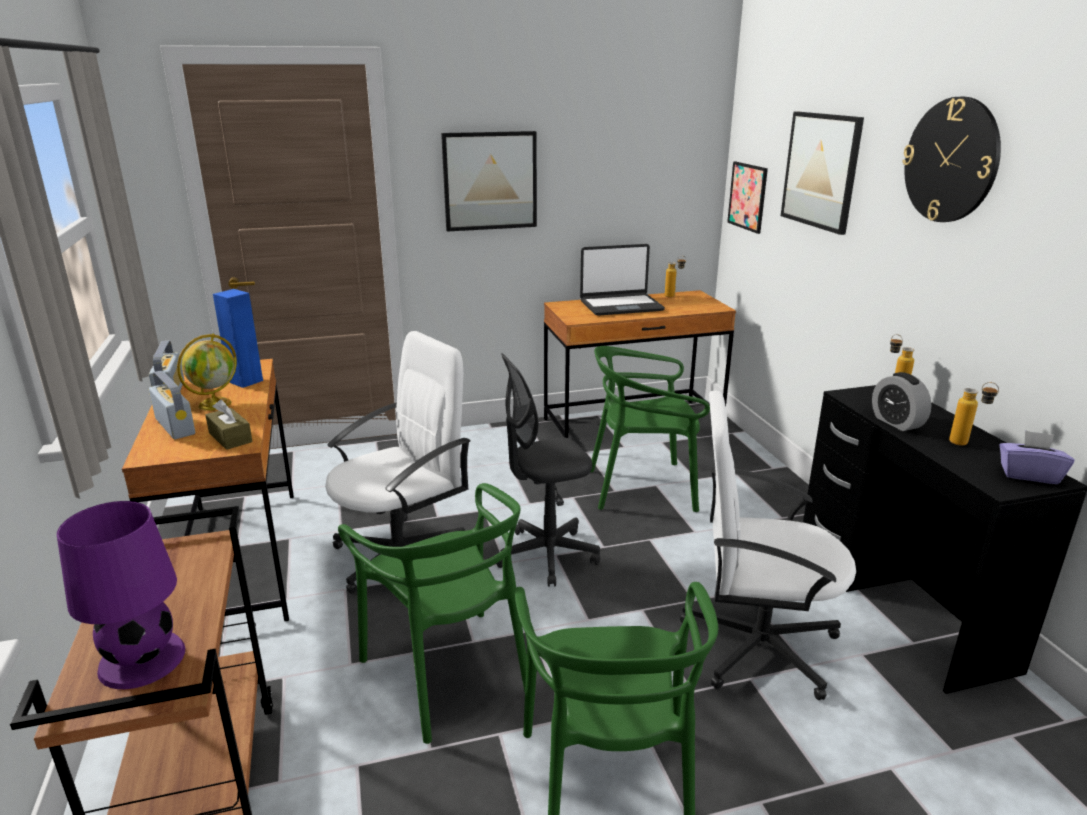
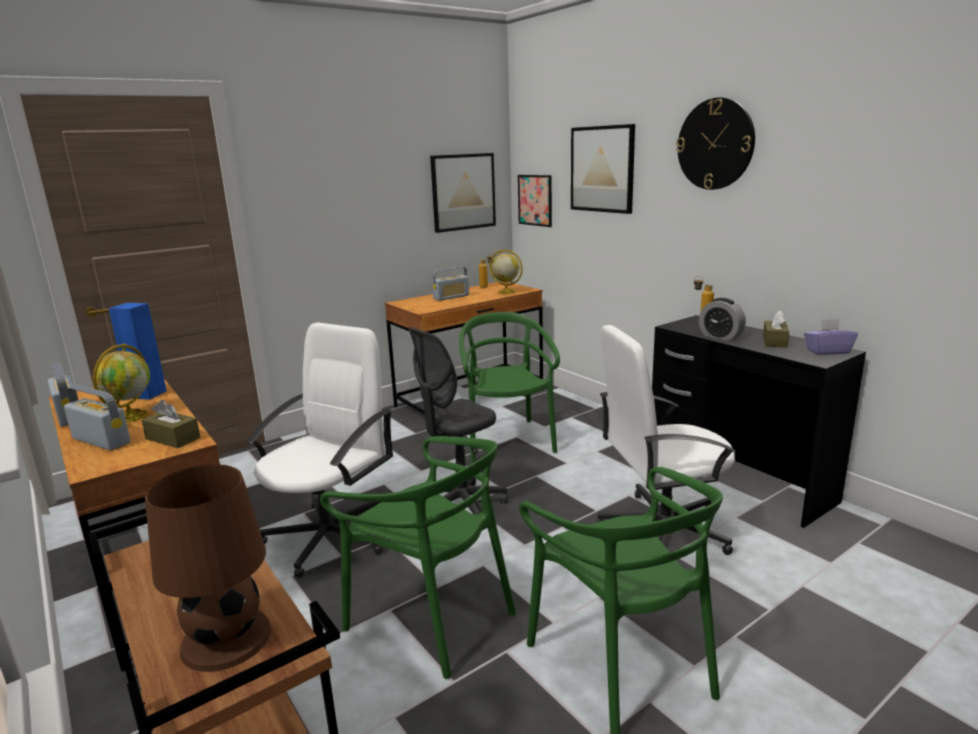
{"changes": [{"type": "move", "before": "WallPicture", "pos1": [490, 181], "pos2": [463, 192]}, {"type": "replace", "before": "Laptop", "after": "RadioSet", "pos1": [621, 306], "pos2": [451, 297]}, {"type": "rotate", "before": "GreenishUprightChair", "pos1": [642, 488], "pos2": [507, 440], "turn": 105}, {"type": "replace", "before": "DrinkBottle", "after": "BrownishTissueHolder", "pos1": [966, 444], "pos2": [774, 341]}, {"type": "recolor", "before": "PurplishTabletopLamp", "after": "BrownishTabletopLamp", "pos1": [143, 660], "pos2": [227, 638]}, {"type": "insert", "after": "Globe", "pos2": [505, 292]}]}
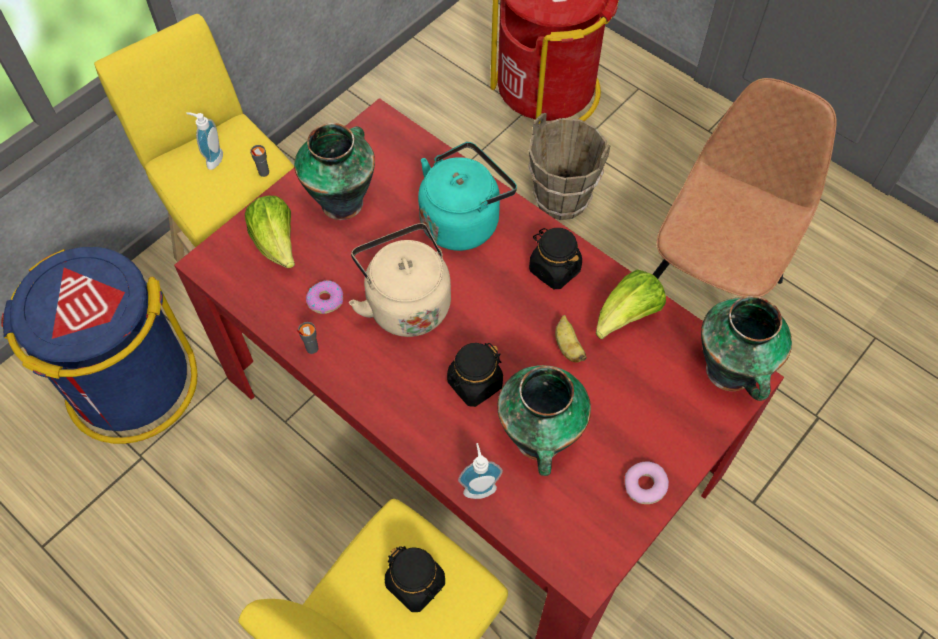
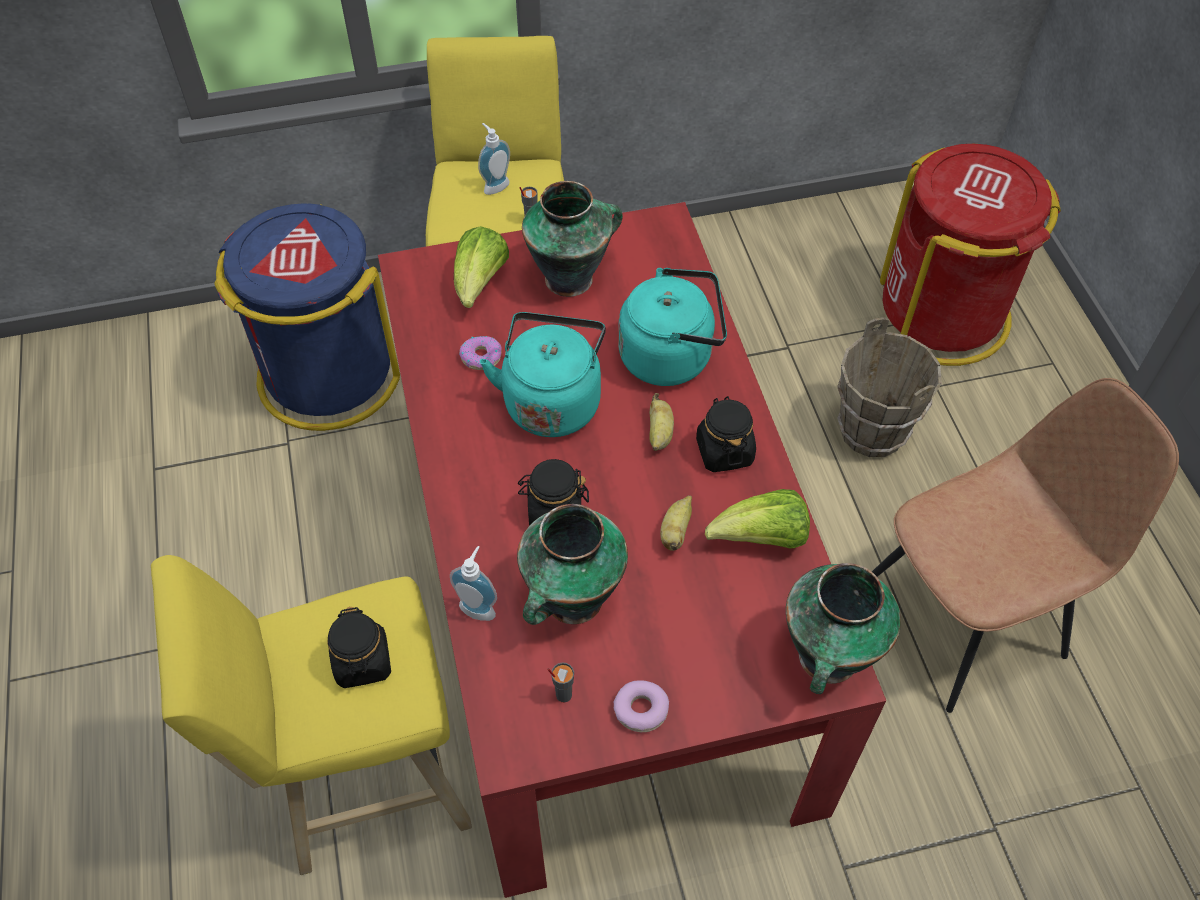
{"changes": [{"type": "recolor", "before": "BeigeColouredWaterKettle", "after": "TurquoiseWaterKettle", "pos1": [405, 302], "pos2": [552, 400]}, {"type": "move", "before": "GreyishCup", "pos1": [311, 348], "pos2": [563, 694]}, {"type": "insert", "after": "BananaFruit", "pos2": [659, 434]}]}
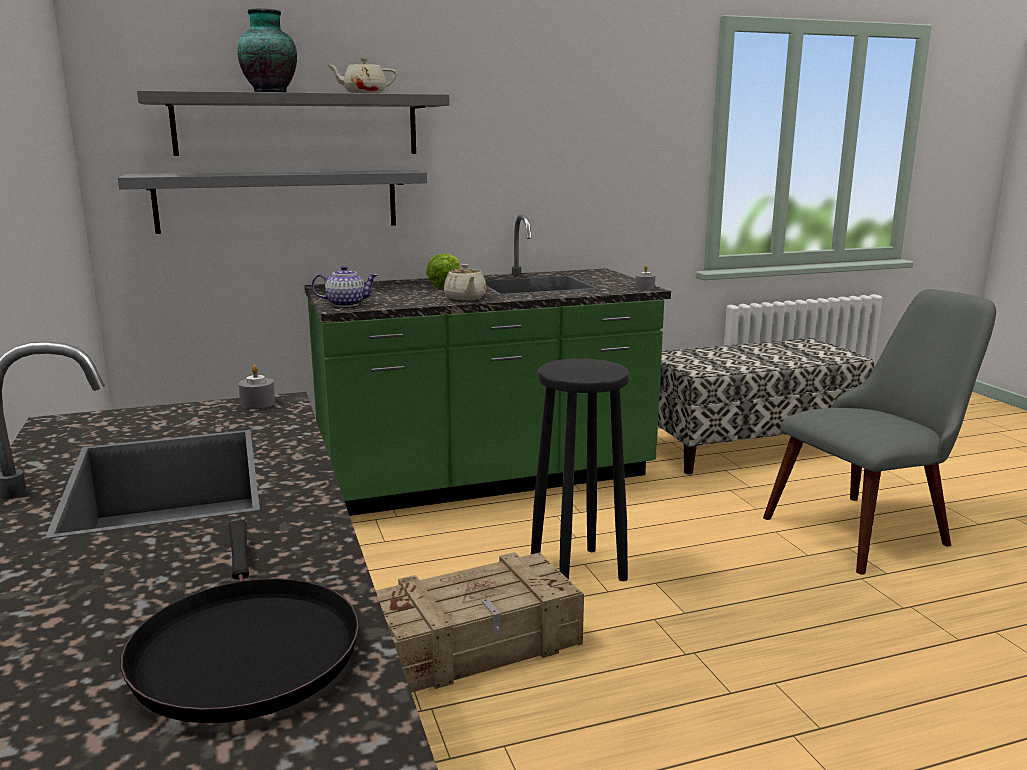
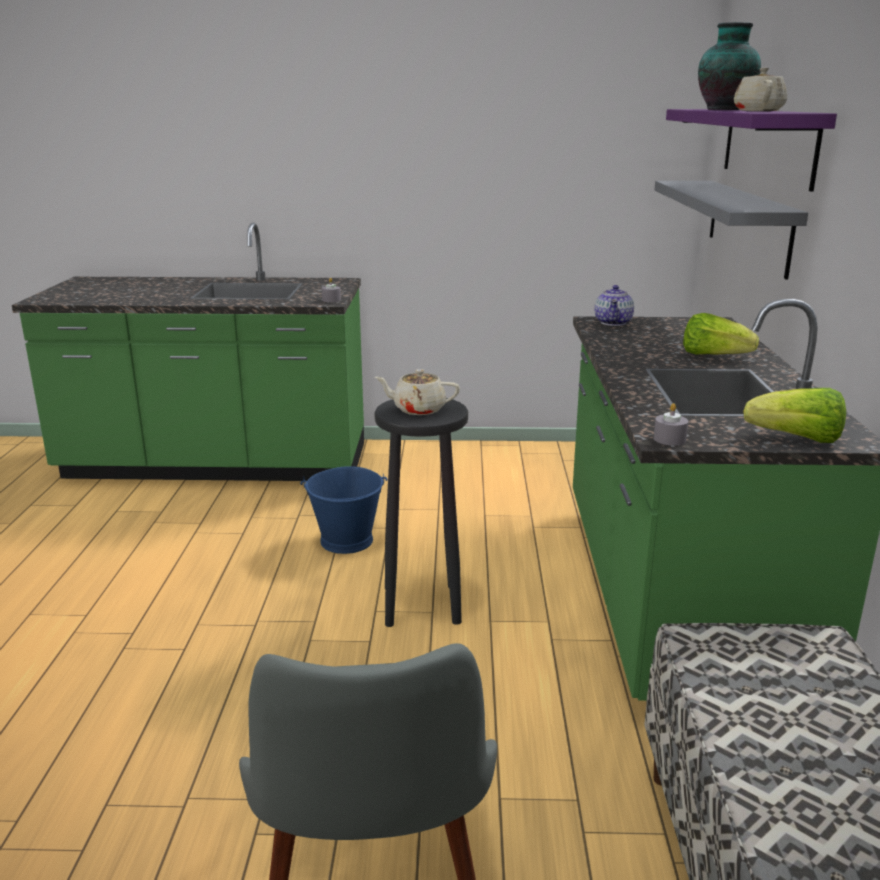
{"changes": [{"type": "recolor", "before": "GreyishWallShelf", "after": "PurplishWallShelf", "pos1": [297, 125], "pos2": [768, 145]}, {"type": "move", "before": "BeigeColouredTeapot", "pos1": [465, 298], "pos2": [418, 409]}, {"type": "delete", "before": "BlackColouredSkillet", "pos1": [244, 649]}, {"type": "replace", "before": "Crate", "after": "BluishWaterBucket", "pos1": [477, 645], "pos2": [347, 541]}, {"type": "insert", "after": "LettuceHead", "pos2": [796, 439]}]}
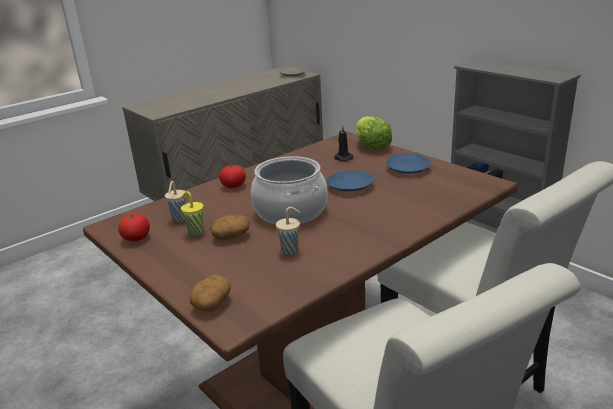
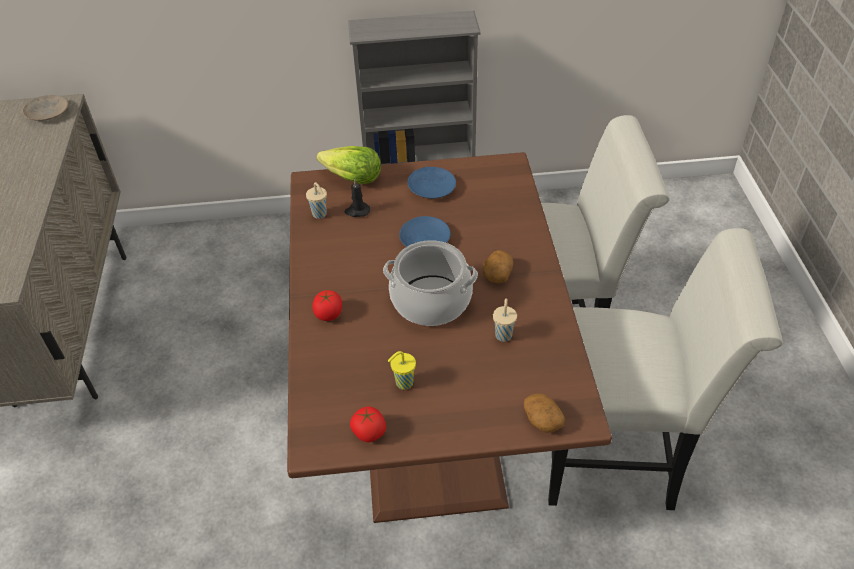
{"changes": [{"type": "move", "before": "BeigeColouredCup", "pos1": [179, 219], "pos2": [320, 214]}, {"type": "move", "before": "WholePotato", "pos1": [231, 236], "pos2": [497, 274]}]}
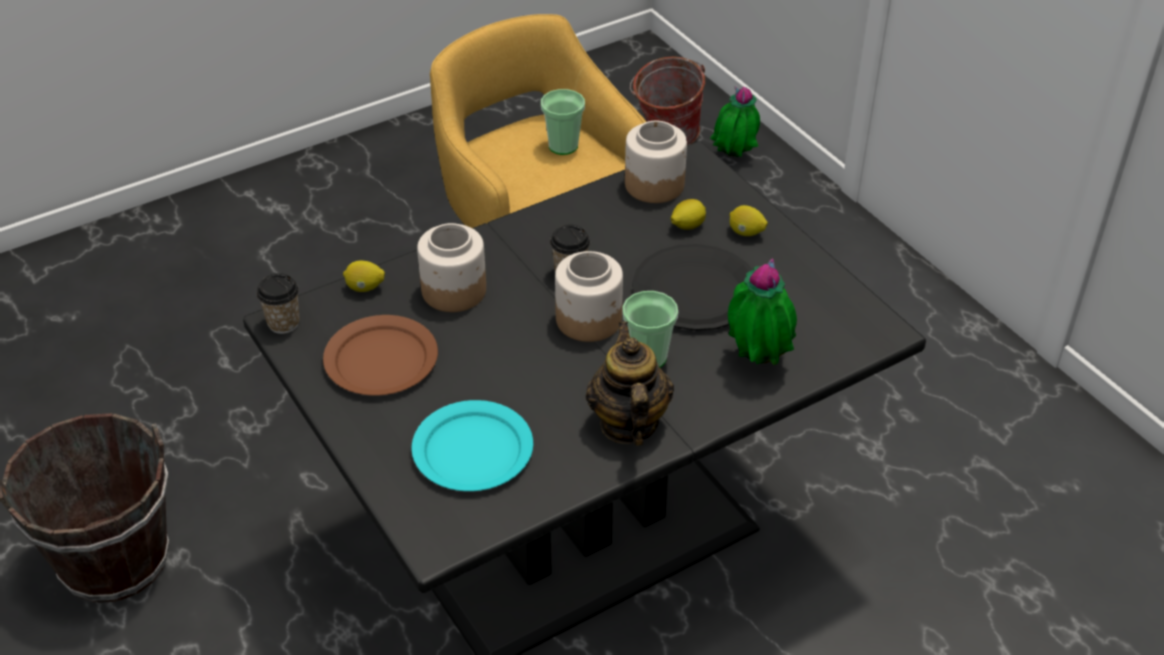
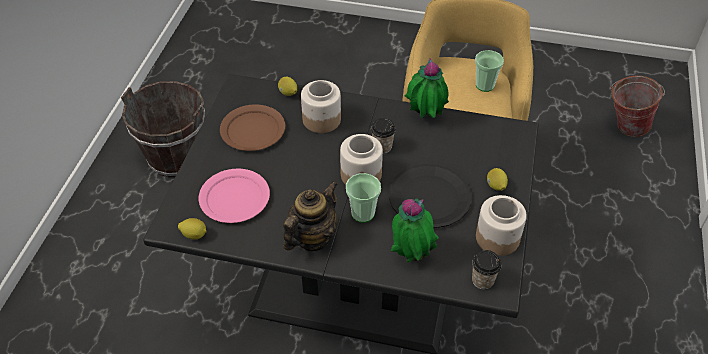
{"changes": [{"type": "move", "before": "PottedPlant", "pos1": [733, 158], "pos2": [424, 117]}, {"type": "move", "before": "StorageJar", "pos1": [654, 184], "pos2": [497, 238]}, {"type": "move", "before": "Lemon", "pos1": [687, 226], "pos2": [194, 235]}, {"type": "move", "before": "Cup", "pos1": [283, 323], "pos2": [482, 280]}, {"type": "recolor", "before": "TurquoiseDinnerPlate", "after": "PinkDinnerPlate", "pos1": [472, 449], "pos2": [234, 197]}]}
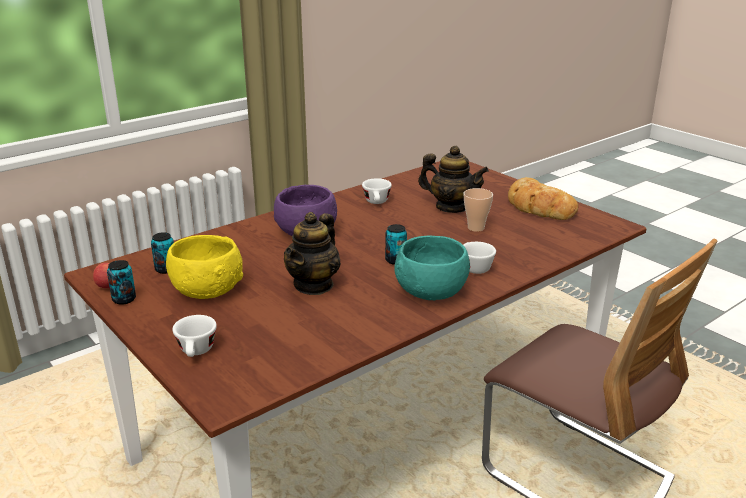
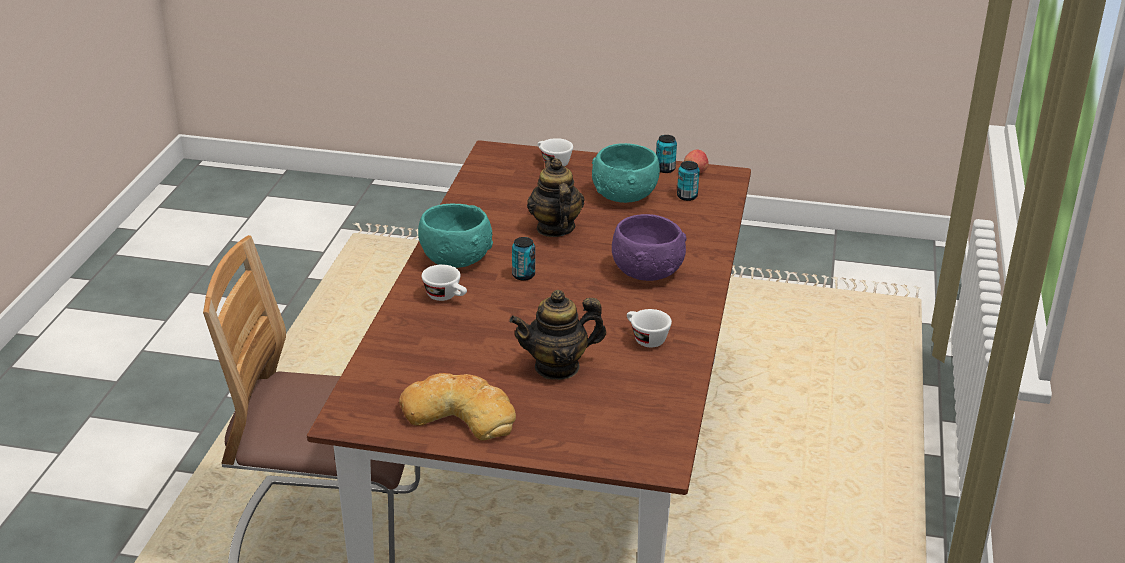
{"changes": [{"type": "delete", "before": "Cup", "pos1": [476, 228]}, {"type": "recolor", "before": "YellowColouredDeepDish", "after": "TurquoiseDeepDish", "pos1": [207, 289], "pos2": [625, 196]}]}
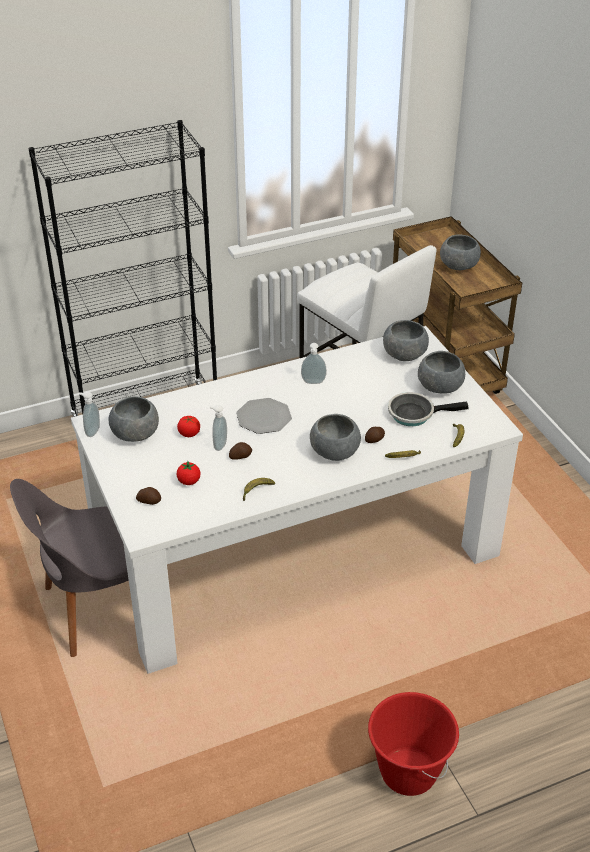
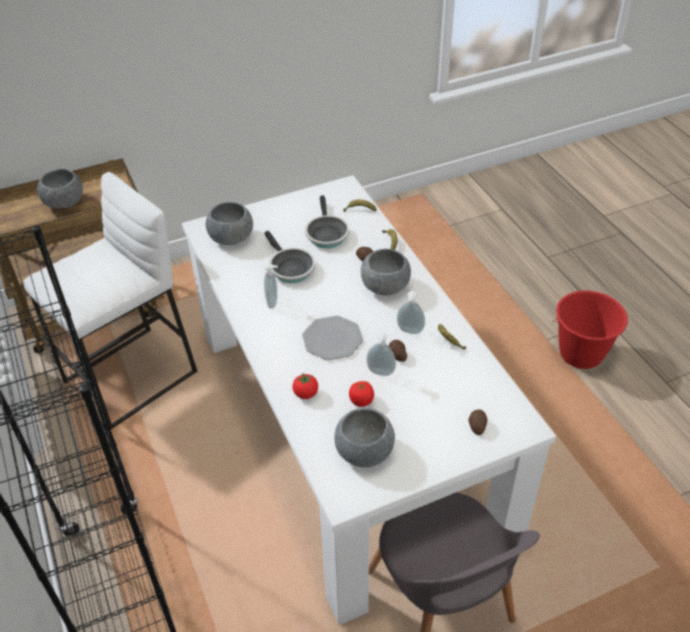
{"changes": [{"type": "delete", "before": "GreyishDeepDish", "pos1": [440, 387]}, {"type": "move", "before": "SoapBottle", "pos1": [92, 431], "pos2": [409, 331]}, {"type": "move", "before": "WholeTomato", "pos1": [189, 481], "pos2": [305, 394]}, {"type": "insert", "after": "Skillet", "pos2": [289, 268]}]}
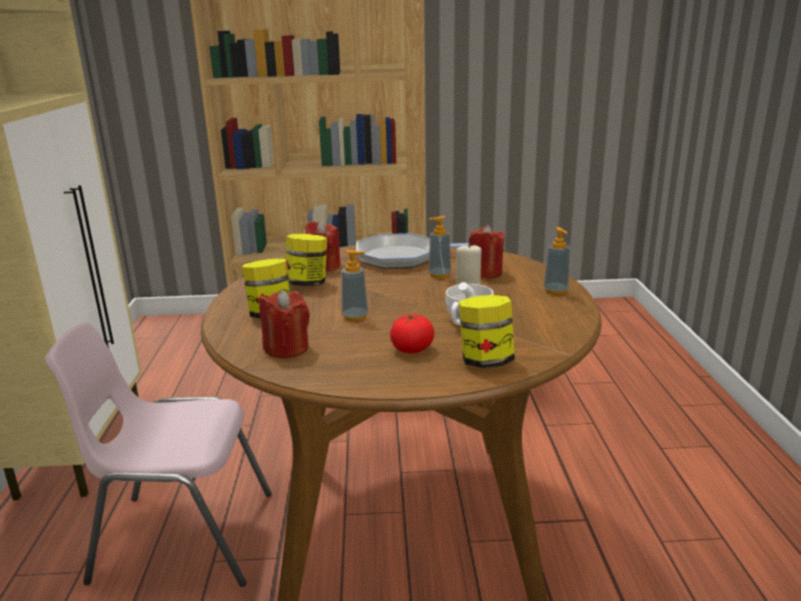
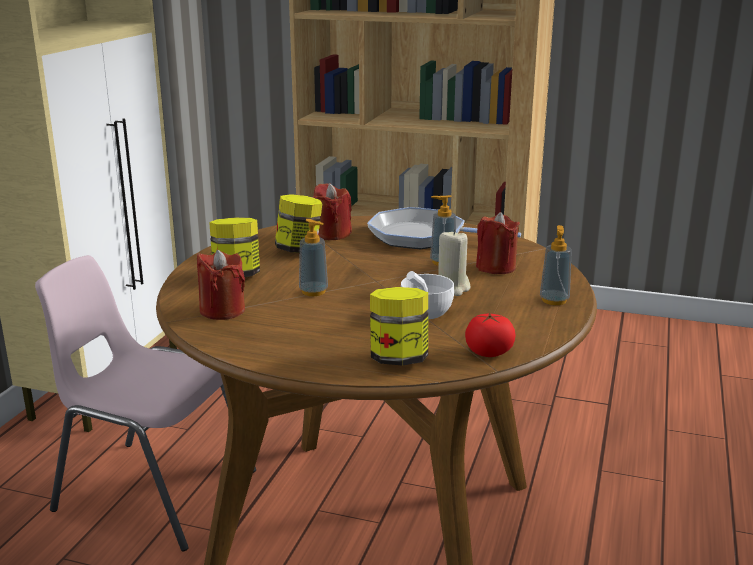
{"changes": [{"type": "move", "before": "WholeTomato", "pos1": [412, 349], "pos2": [489, 352]}]}
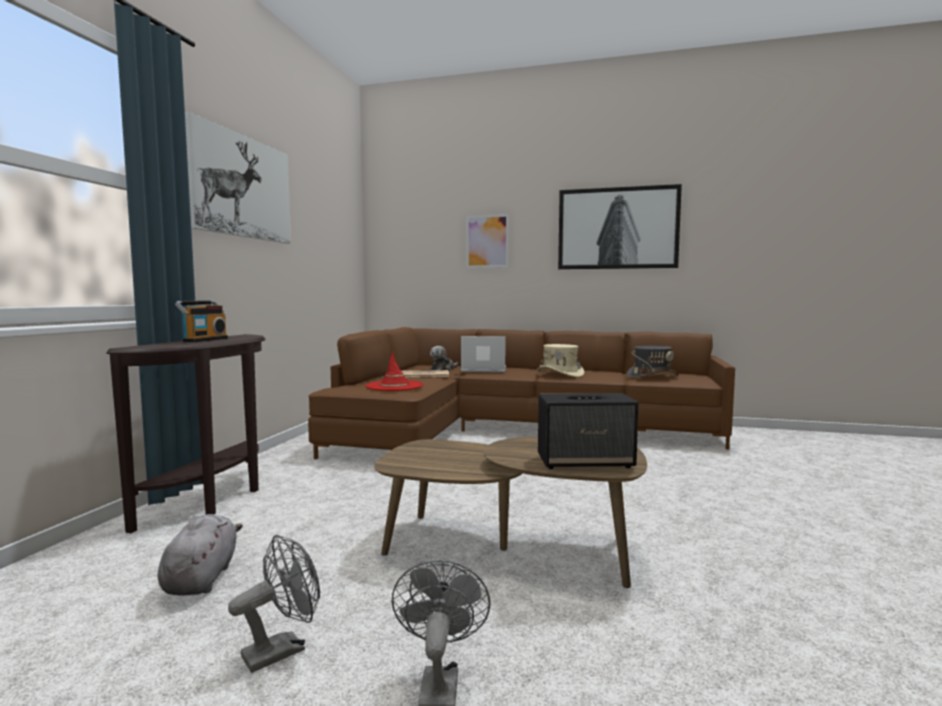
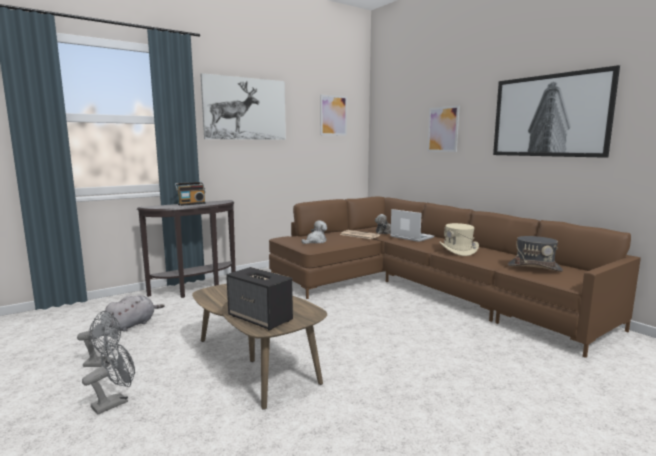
{"changes": [{"type": "replace", "before": "RedColouredWearableHat", "after": "PlushToy", "pos1": [394, 386], "pos2": [315, 241]}, {"type": "insert", "after": "WallPicture", "pos2": [333, 115]}]}
